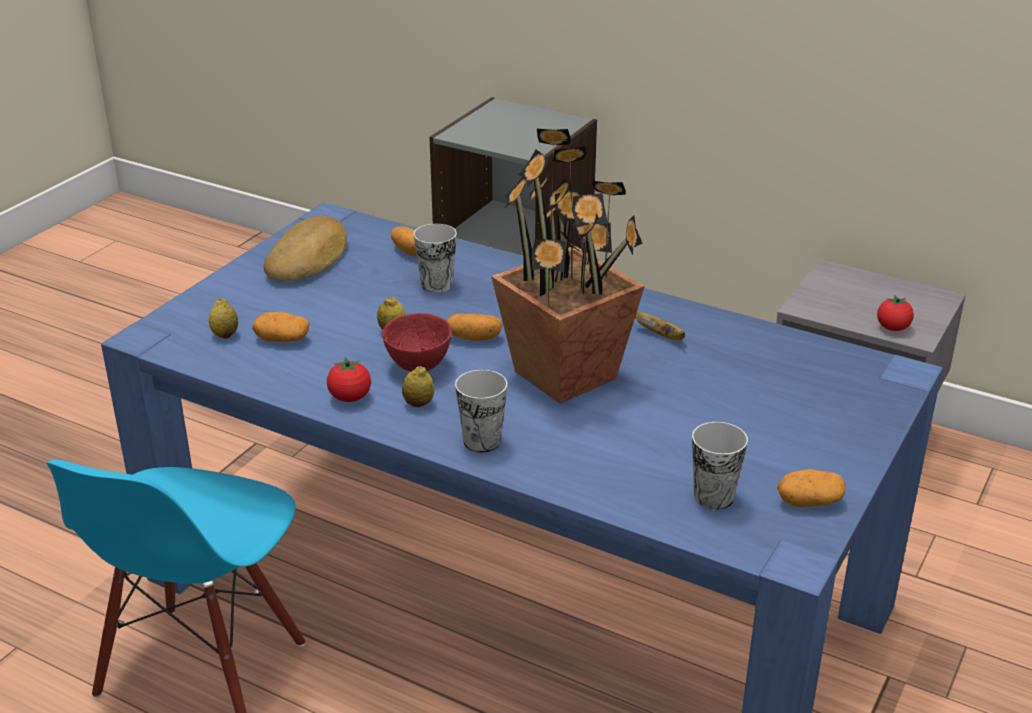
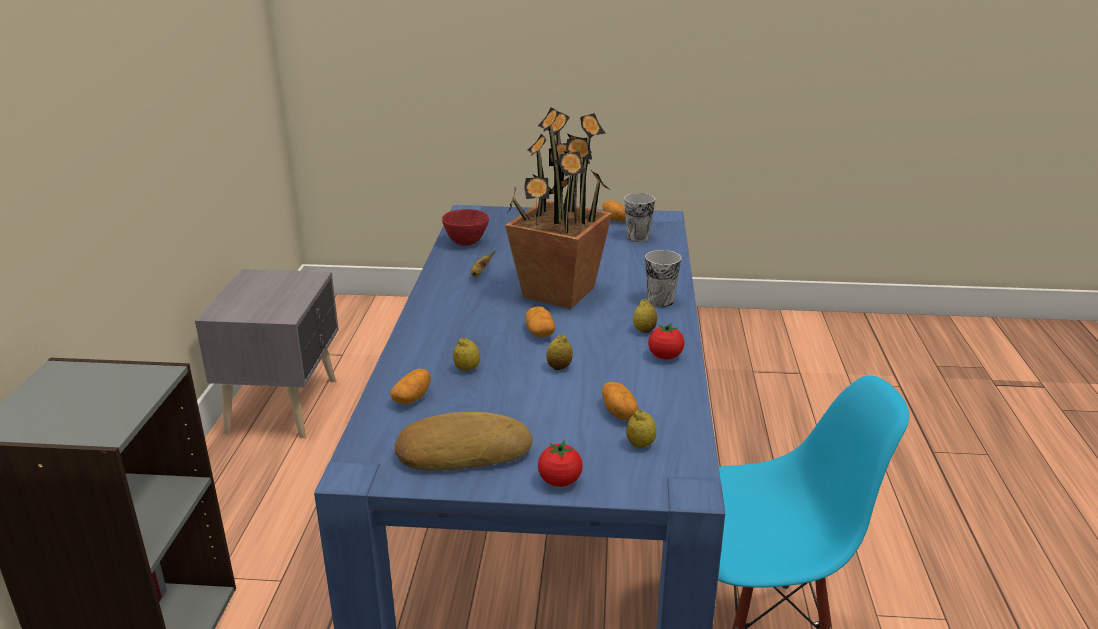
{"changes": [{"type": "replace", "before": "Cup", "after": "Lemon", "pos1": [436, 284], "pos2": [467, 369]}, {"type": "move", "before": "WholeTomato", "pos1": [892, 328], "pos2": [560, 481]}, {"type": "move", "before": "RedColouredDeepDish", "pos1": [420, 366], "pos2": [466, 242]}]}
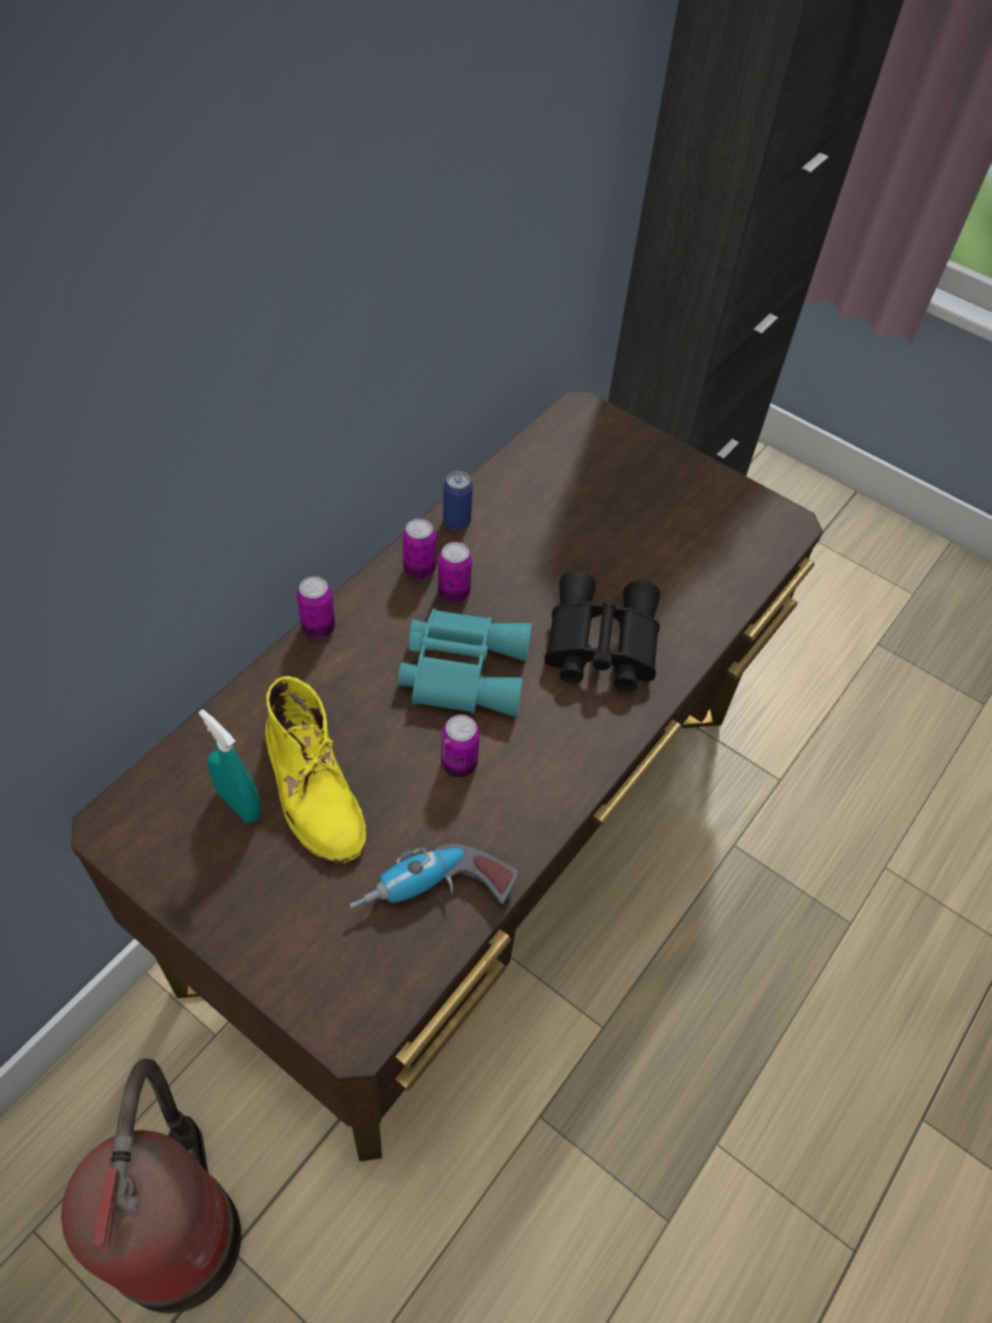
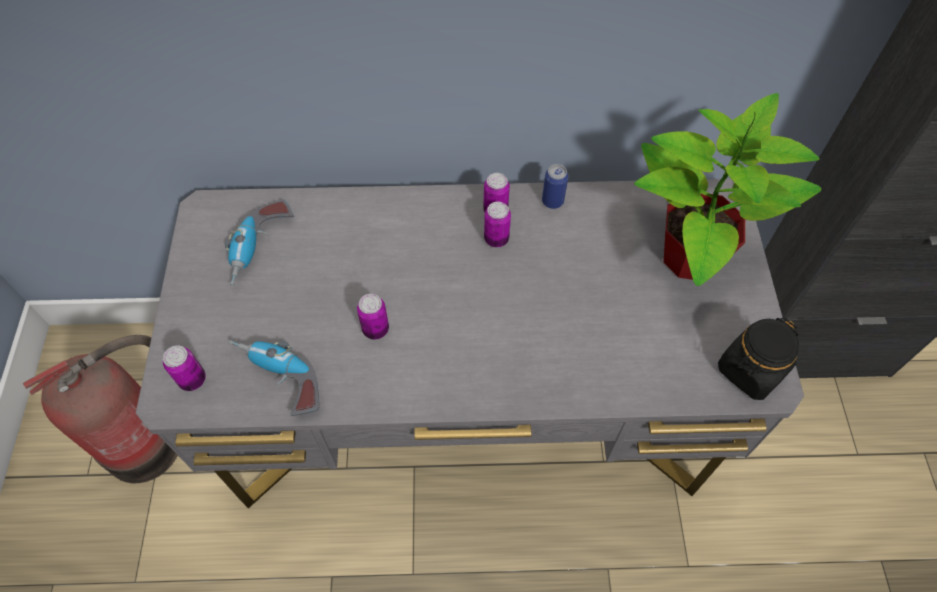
{"changes": [{"type": "recolor", "before": "BrownishDeskTable", "after": "GreyishDeskTable", "pos1": [475, 841], "pos2": [468, 412]}, {"type": "delete", "before": "BlackColouredPairOfBinoculars", "pos1": [598, 644]}, {"type": "move", "before": "MetalCan", "pos1": [318, 627], "pos2": [192, 379]}, {"type": "delete", "before": "TurquoisePairOfBinoculars", "pos1": [463, 668]}, {"type": "delete", "before": "YellowColouredTallBoot", "pos1": [314, 789]}, {"type": "replace", "before": "TurquoiseSprayer", "after": "ElectricDrill", "pos1": [239, 804], "pos2": [260, 248]}, {"type": "insert", "after": "PottedPlant", "pos2": [688, 257]}, {"type": "insert", "after": "BlackColouredStorageJar", "pos2": [750, 370]}]}
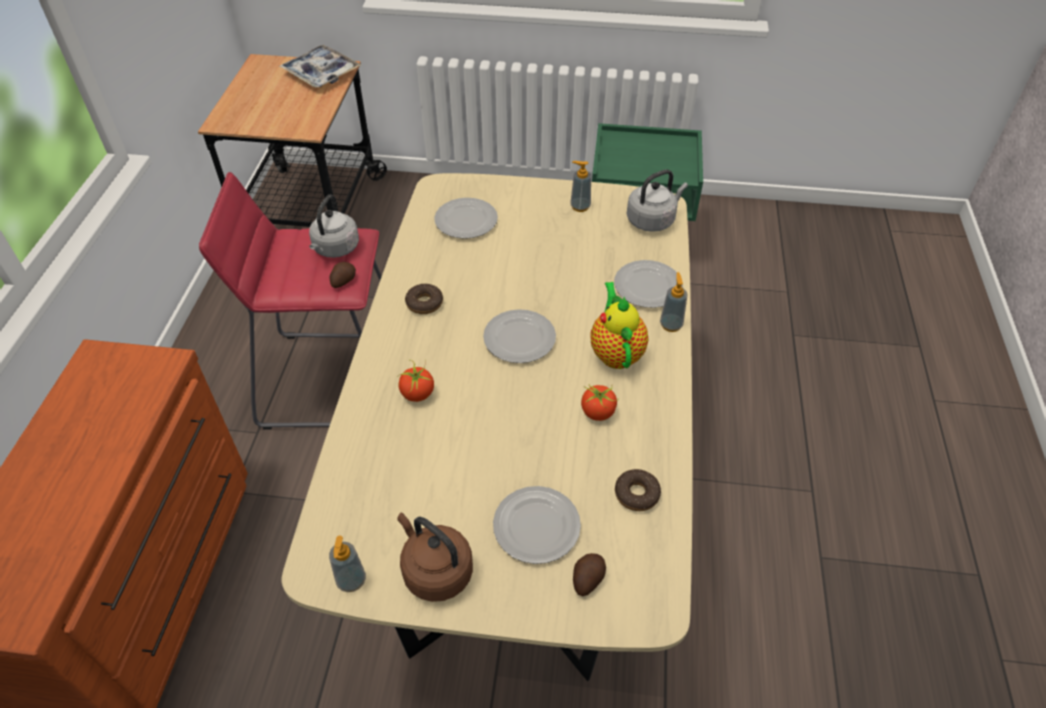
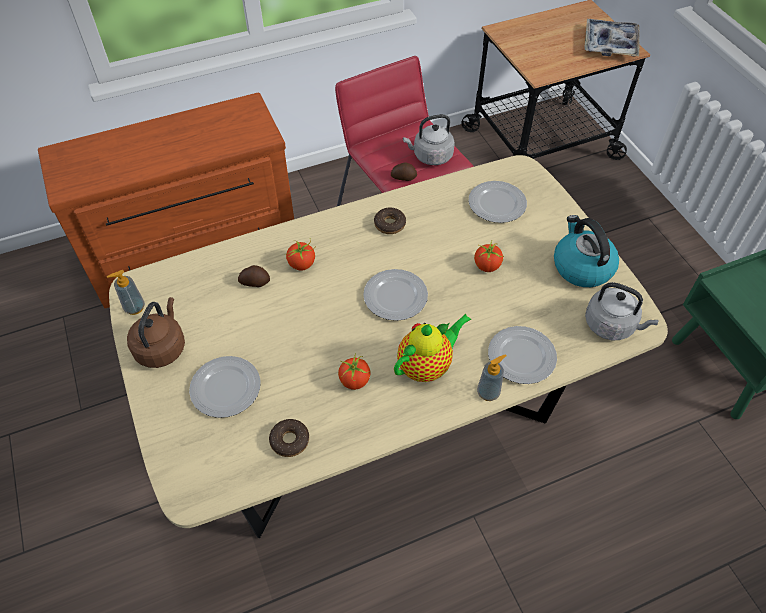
{"changes": [{"type": "replace", "before": "SoapBottle", "after": "WaterKettle", "pos1": [580, 206], "pos2": [581, 266]}, {"type": "move", "before": "WholePotato", "pos1": [587, 578], "pos2": [255, 282]}, {"type": "insert", "after": "WholeTomato", "pos2": [487, 266]}]}
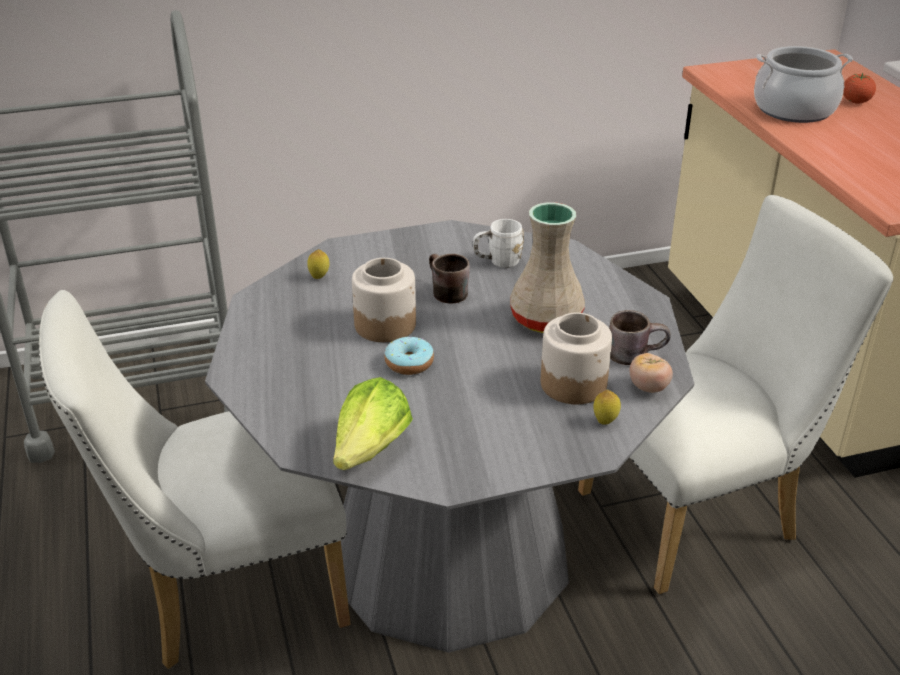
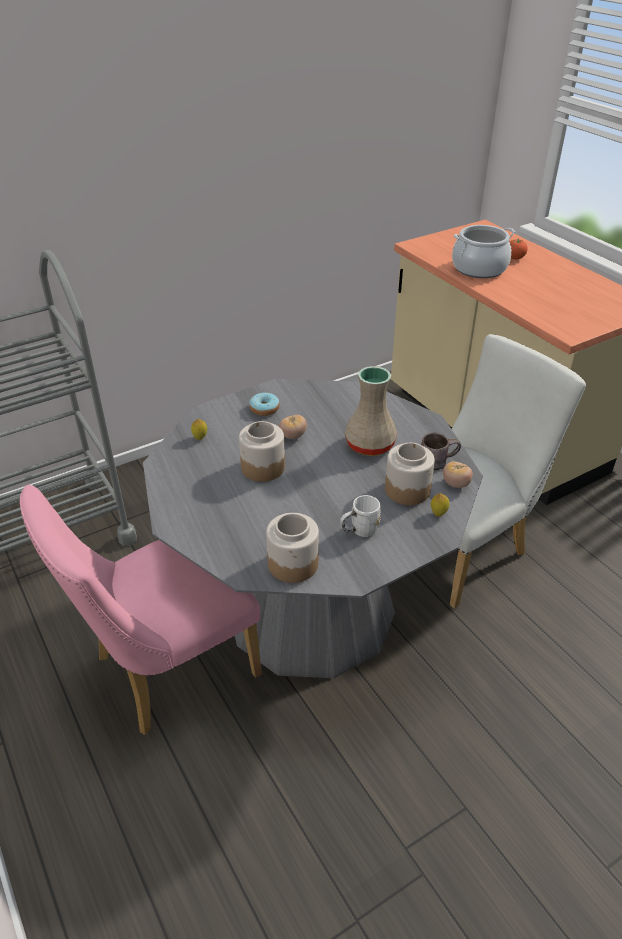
{"changes": [{"type": "move", "before": "WhitishMug", "pos1": [498, 262], "pos2": [359, 531]}, {"type": "replace", "before": "BrownishMug", "after": "WholeTomato", "pos1": [443, 292], "pos2": [292, 436]}, {"type": "recolor", "before": "WhitishUprightChair", "after": "PinkUprightChair", "pos1": [226, 593], "pos2": [166, 670]}, {"type": "move", "before": "Donut", "pos1": [409, 363], "pos2": [264, 409]}, {"type": "replace", "before": "LettuceHead", "after": "StorageJar", "pos1": [371, 449], "pos2": [293, 564]}]}
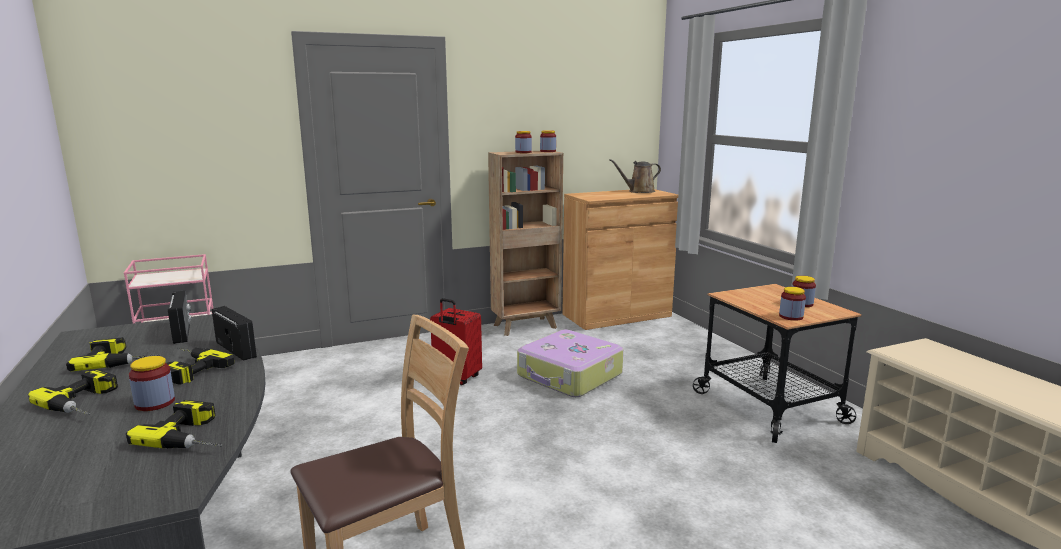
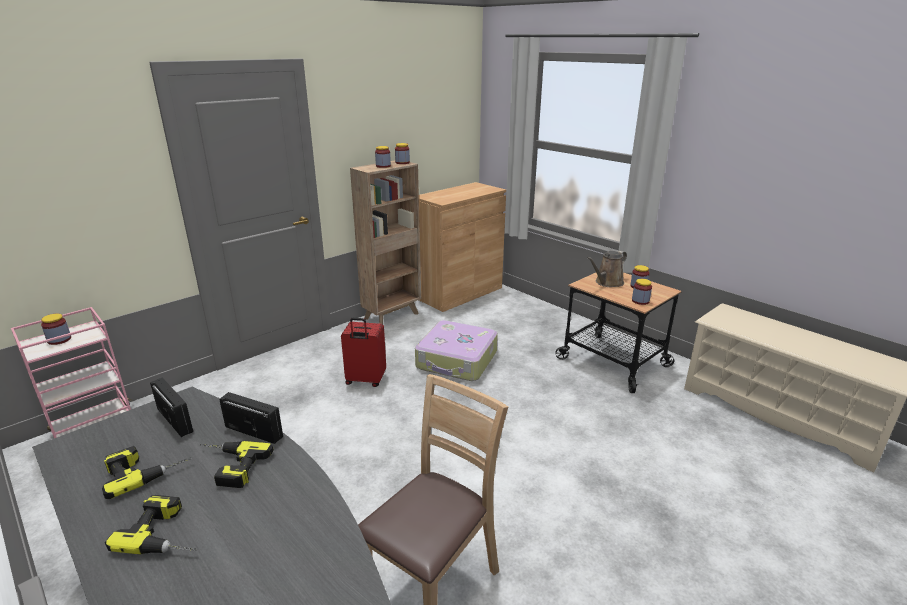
{"changes": [{"type": "move", "before": "BrownishWateringCan", "pos1": [639, 191], "pos2": [607, 283]}, {"type": "move", "before": "StorageJar", "pos1": [155, 403], "pos2": [59, 340]}, {"type": "delete", "before": "ElectricDrill", "pos1": [195, 435]}]}
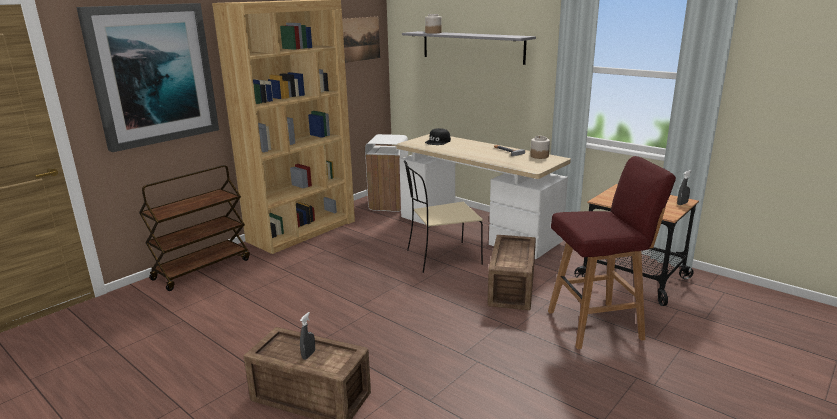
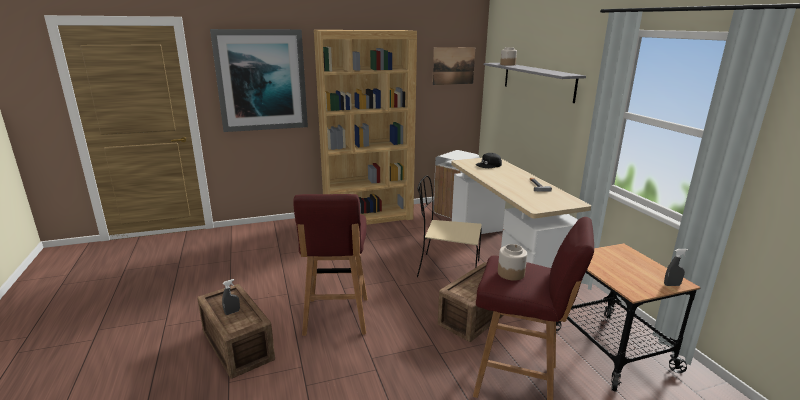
{"changes": [{"type": "move", "before": "StorageJar", "pos1": [539, 156], "pos2": [511, 273]}, {"type": "delete", "before": "BrownishWheeledCart", "pos1": [202, 268]}, {"type": "insert", "after": "RedColouredSittingStool", "pos2": [336, 317]}]}
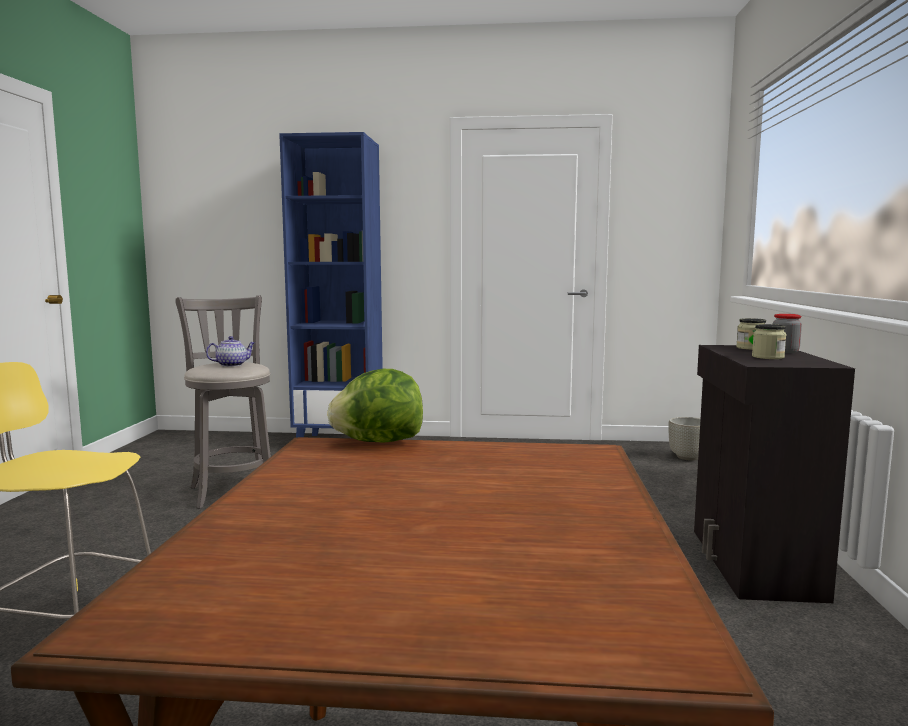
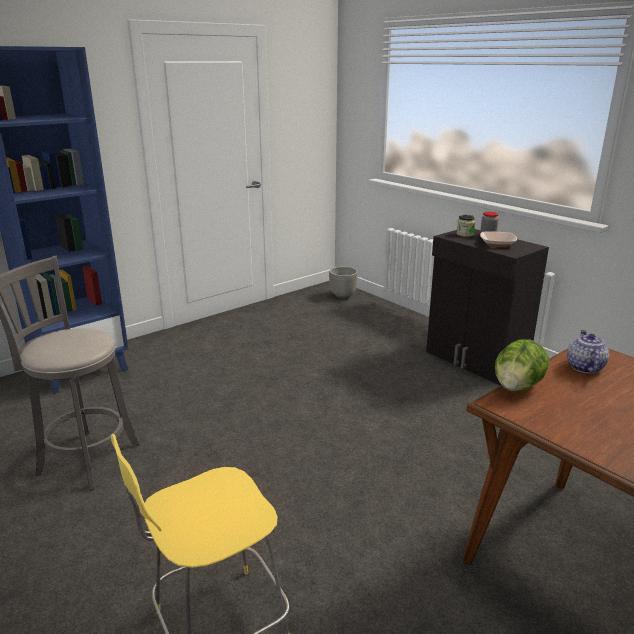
{"changes": [{"type": "replace", "before": "StorageJar", "after": "DeepDish", "pos1": [768, 357], "pos2": [497, 244]}, {"type": "move", "before": "Teapot", "pos1": [232, 365], "pos2": [584, 367]}]}
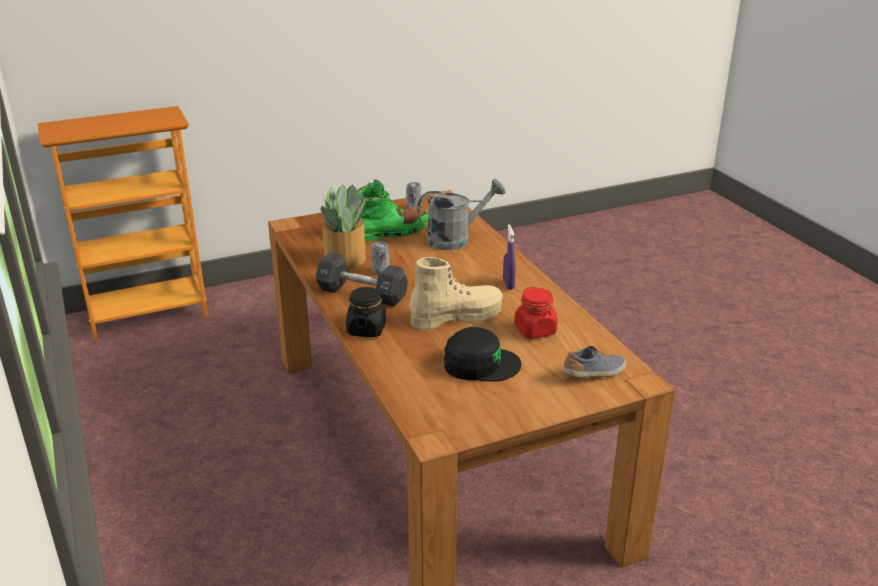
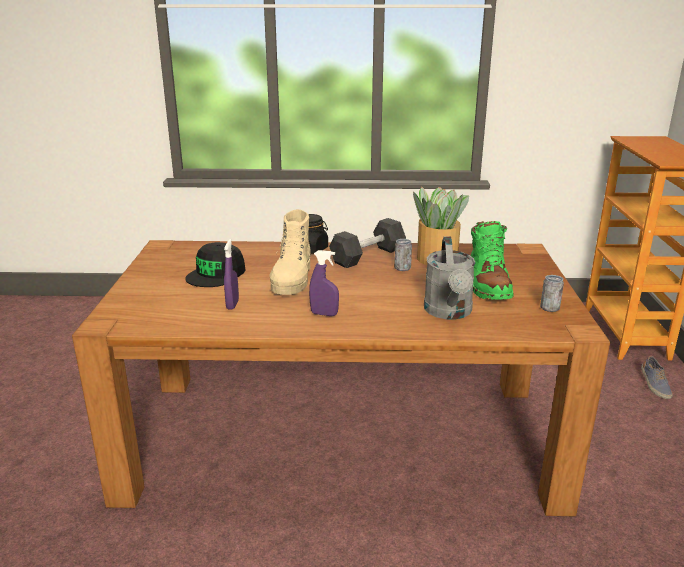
{"changes": [{"type": "replace", "before": "RedColouredStorageJar", "after": "PurplishSprayer", "pos1": [535, 330], "pos2": [232, 304]}, {"type": "move", "before": "LowShoe", "pos1": [595, 374], "pos2": [654, 385]}]}
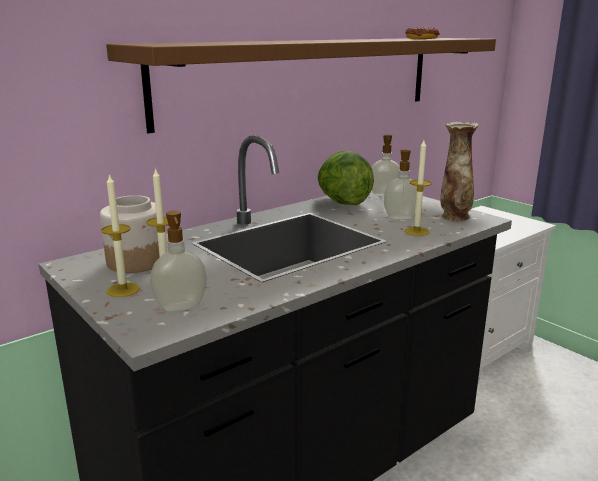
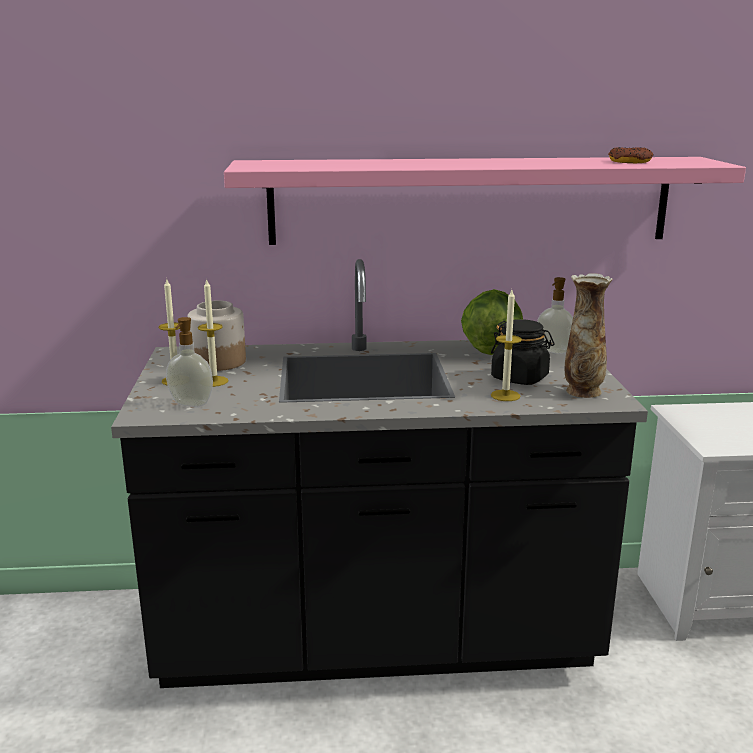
{"changes": [{"type": "recolor", "before": "BrownishWallShelf", "after": "PinkWallShelf", "pos1": [306, 78], "pos2": [470, 200]}, {"type": "replace", "before": "SoapBottle", "after": "BlackColouredStorageJar", "pos1": [401, 217], "pos2": [520, 378]}]}
